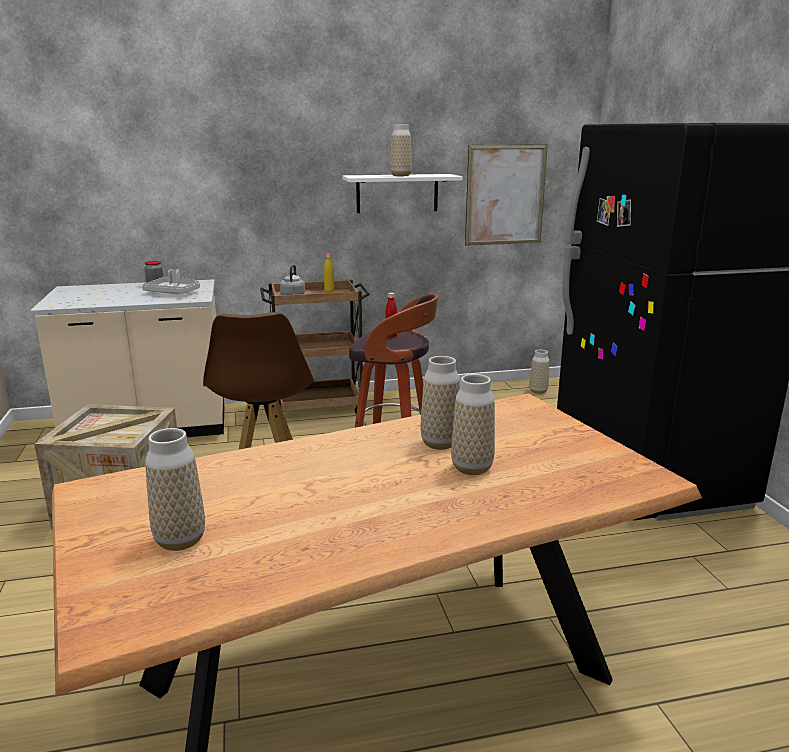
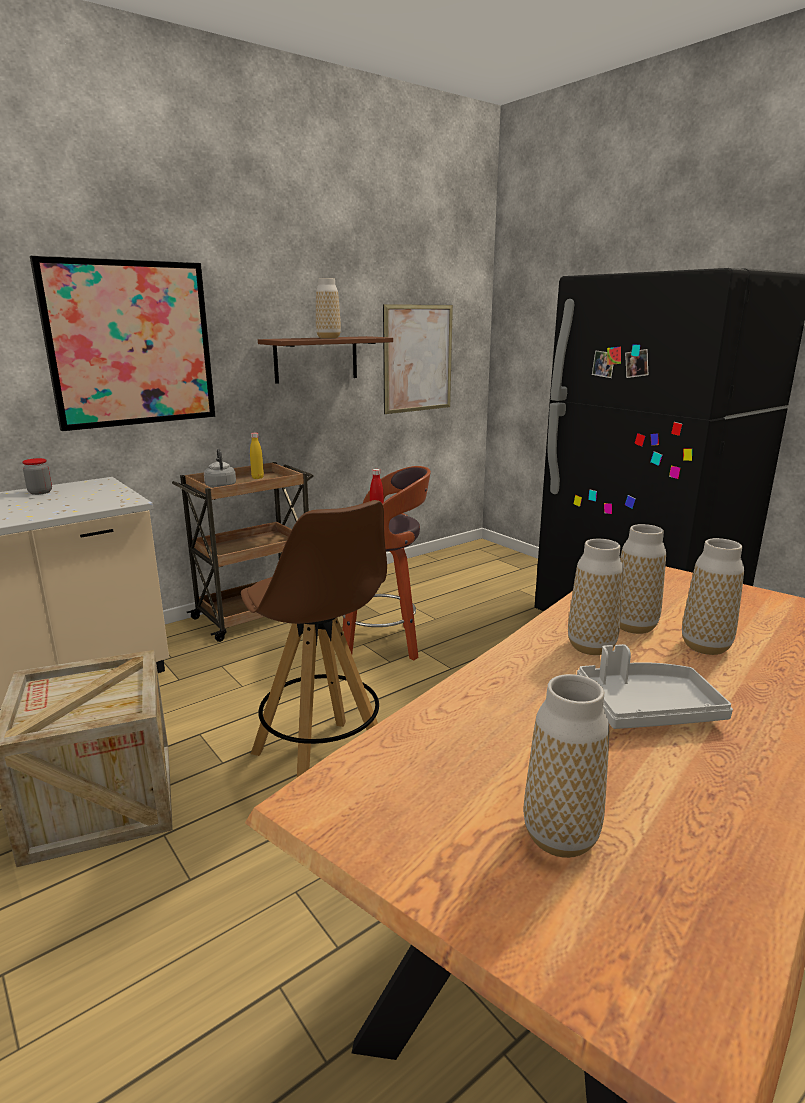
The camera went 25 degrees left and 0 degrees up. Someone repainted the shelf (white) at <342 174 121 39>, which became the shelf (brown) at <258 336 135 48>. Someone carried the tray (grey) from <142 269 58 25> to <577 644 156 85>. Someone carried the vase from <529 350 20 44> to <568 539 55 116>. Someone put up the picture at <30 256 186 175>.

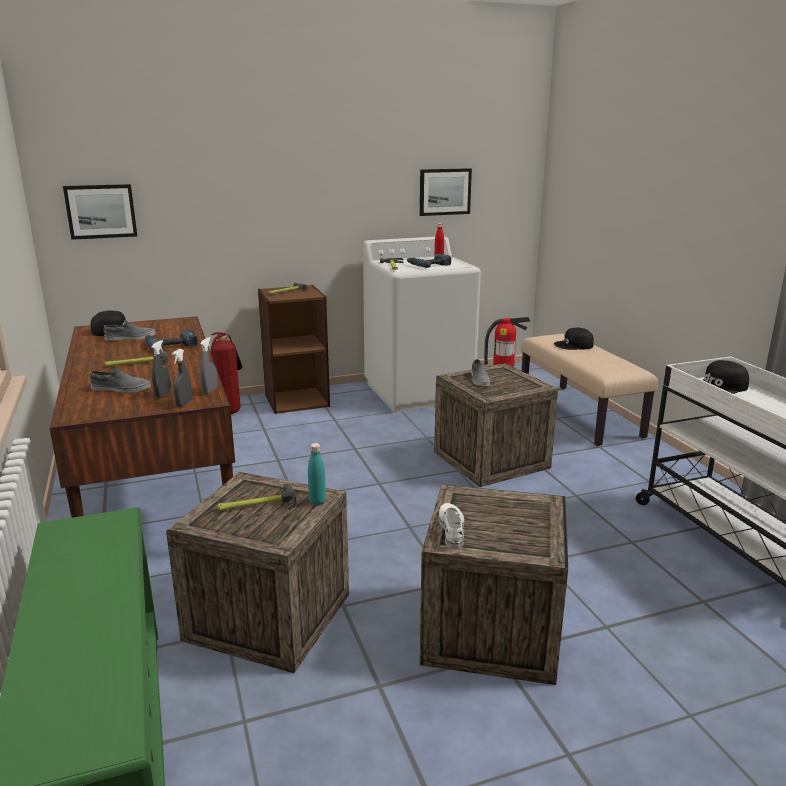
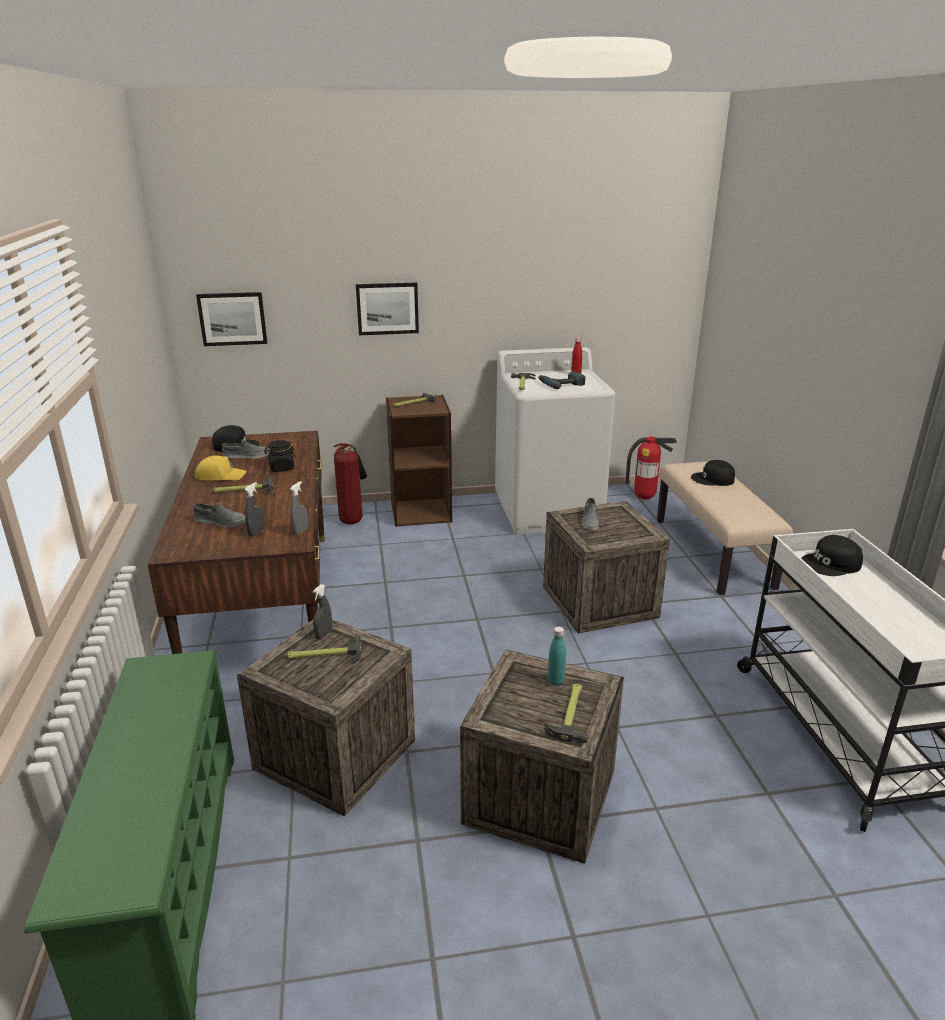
The camera went 10 degrees right and 5 degrees up. Someone carried the picture from <420 168 52 48> to <356 283 63 52>. Someone swapped the power drill at <145 330 53 20> for the jar (black) at <264 440 32 32>. Someone carried the spray bottle (grey) from <172 349 20 58> to <313 584 19 55>. Someone carried the bottle (turquoise) from <308 443 18 63> to <548 626 18 60>. Someone took away the shoe (white) at <439 503 25 46>. Someone put down the cap (yellow) at <195 456 52 25>. Someone put down the hammer at <544 684 44 59>.

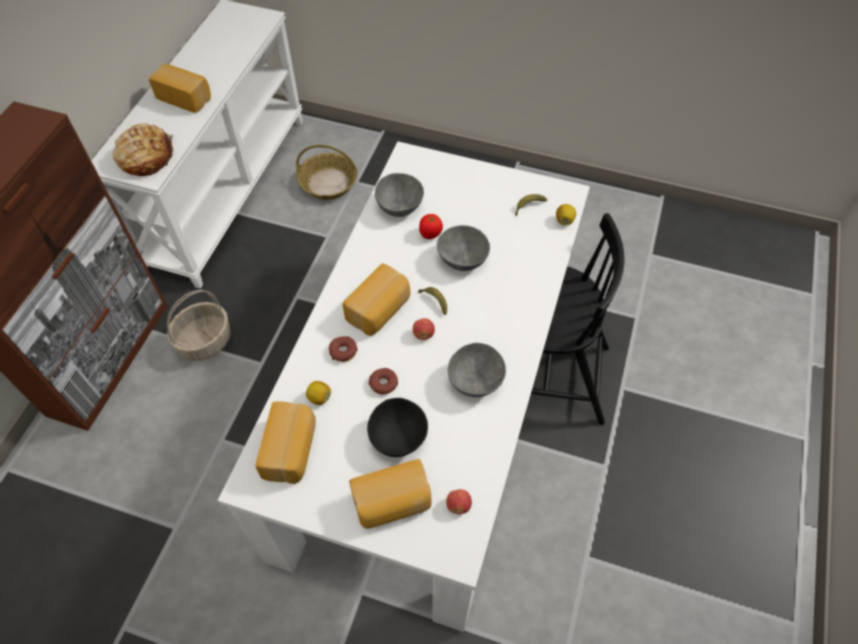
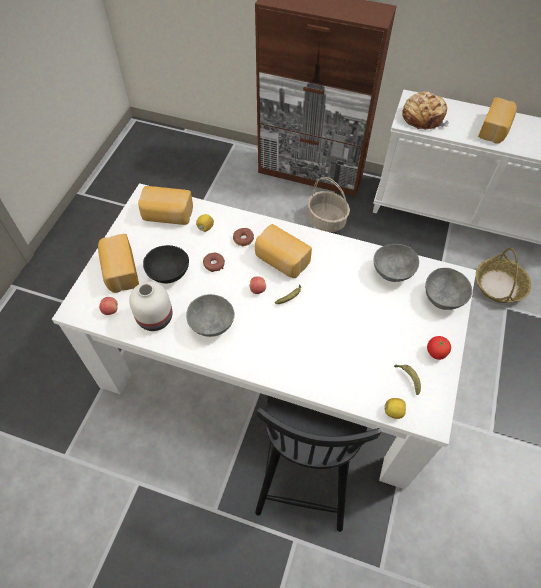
The camera went 90 degrees right and 0 degrees up. Someone carried the tomato from <419 214 24 25> to <427 336 24 24>. Someone carried the bowl (grey) from <437 225 53 46> to <425 268 47 42>. Someone put down the vase (white) at <129 282 43 49>.

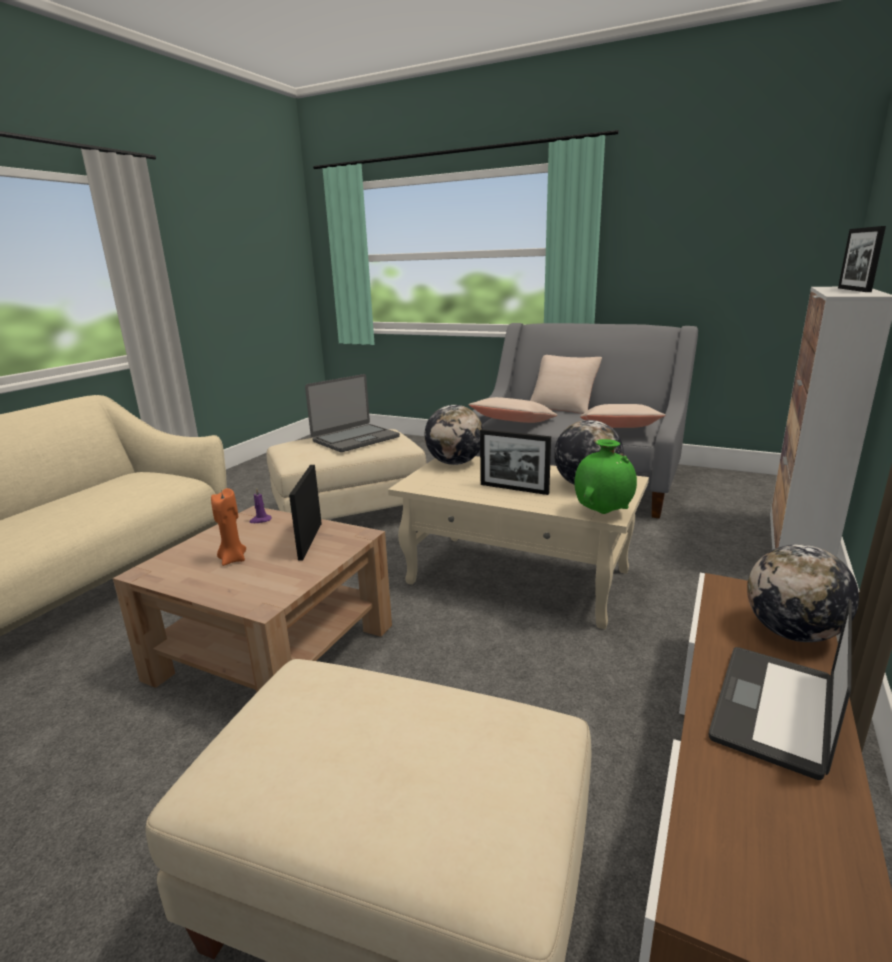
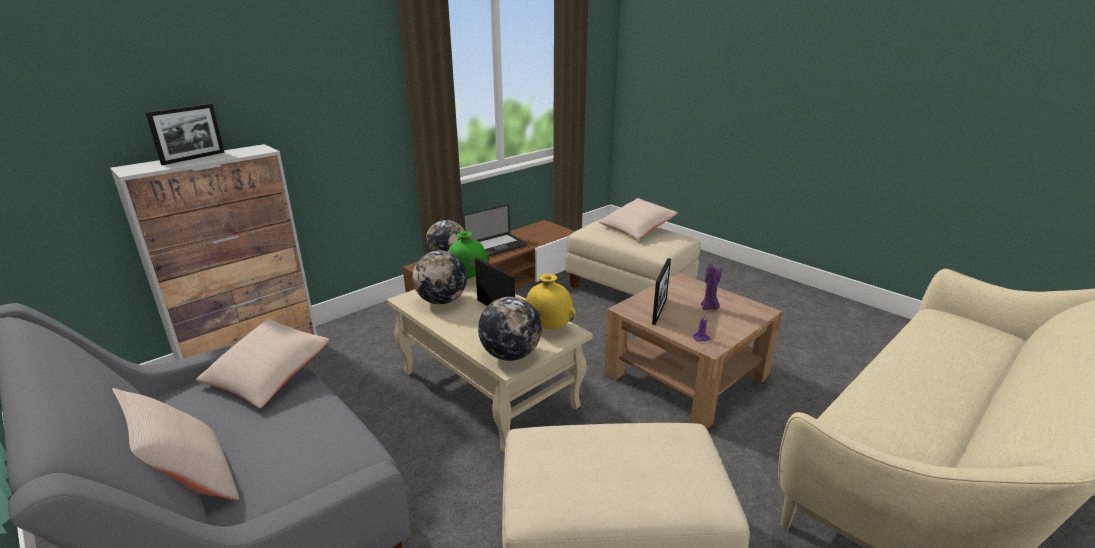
The camera went 160 degrees left and 5 degrees up. Someone took away the laptop at <305 374 95 78>. Someone carried the pillow (beige) from <469 397 89 26> to <599 198 79 41>. Someone repainted the candle (orange) at <211 488 35 78>, which became the candle (purple) at <701 264 21 46>. Someone put down the vase (yellow) at <525 274 51 55>.

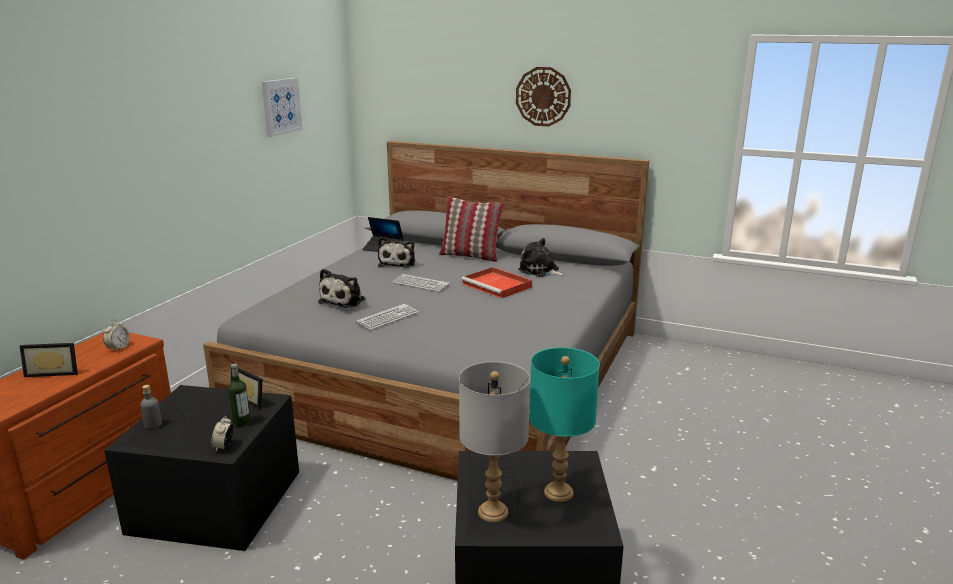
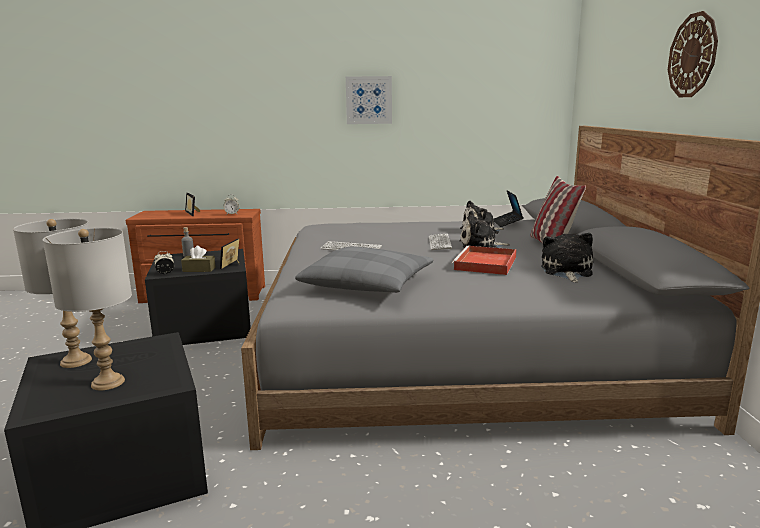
The camera went 65 degrees right and 5 degrees down. Someone carried the picture from <262 78 40 59> to <346 76 46 48>. Someone carried the plush toy from <318 269 48 39> to <459 211 51 37>. Someone repainted the table lamp (turquoise) at <529 347 71 155>, which became the table lamp (grey) at <43 228 89 162>. Someone swapped the bottle at <228 363 23 64> for the tissue box (brown) at <181 246 35 26>. Someone put down the pillow (grey) at <295 246 139 47>.

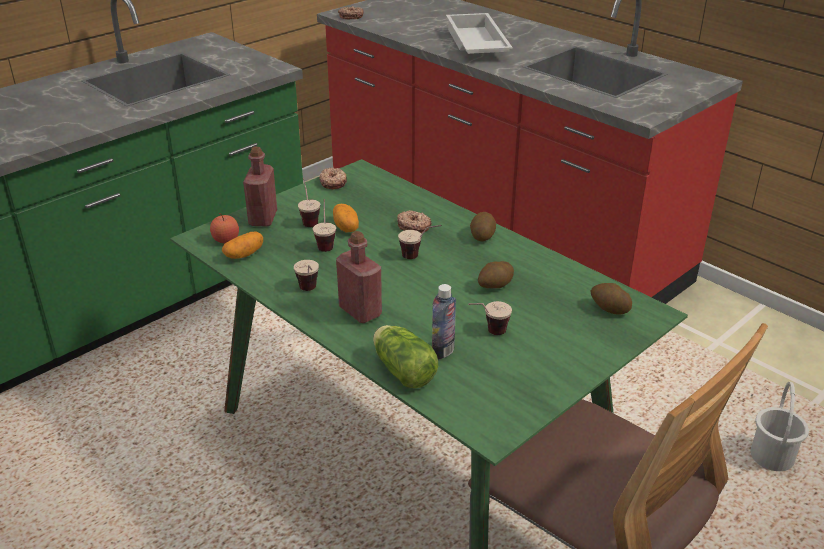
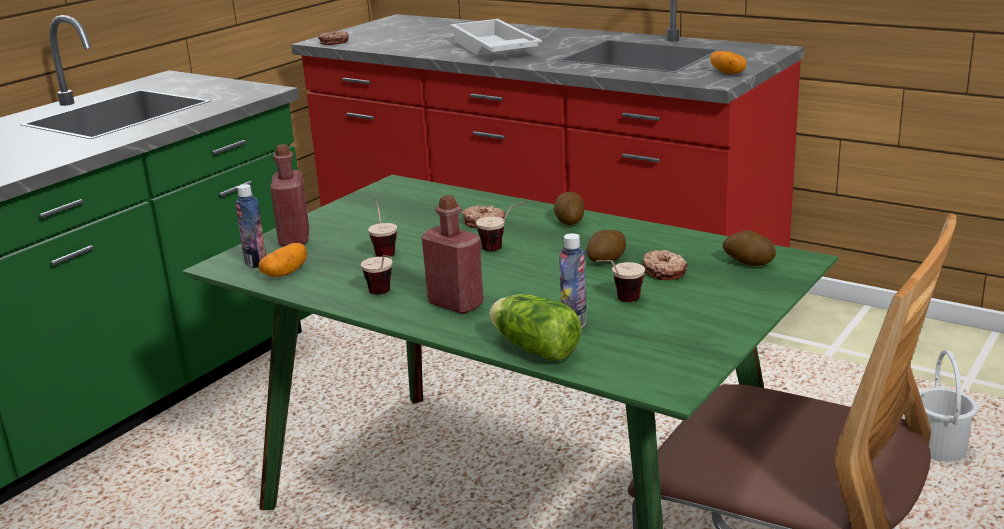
The camera went 10 degrees left and 10 degrees down. Someone carried the donut from <319 167 28 22> to <642 250 46 30>. Someone took away the cup at <298 178 22 49>. Someone carried the potato from <333 204 26 29> to <710 51 37 23>. Someone swapped the apple at <210 213 29 30> for the bottle at <235 184 31 84>.

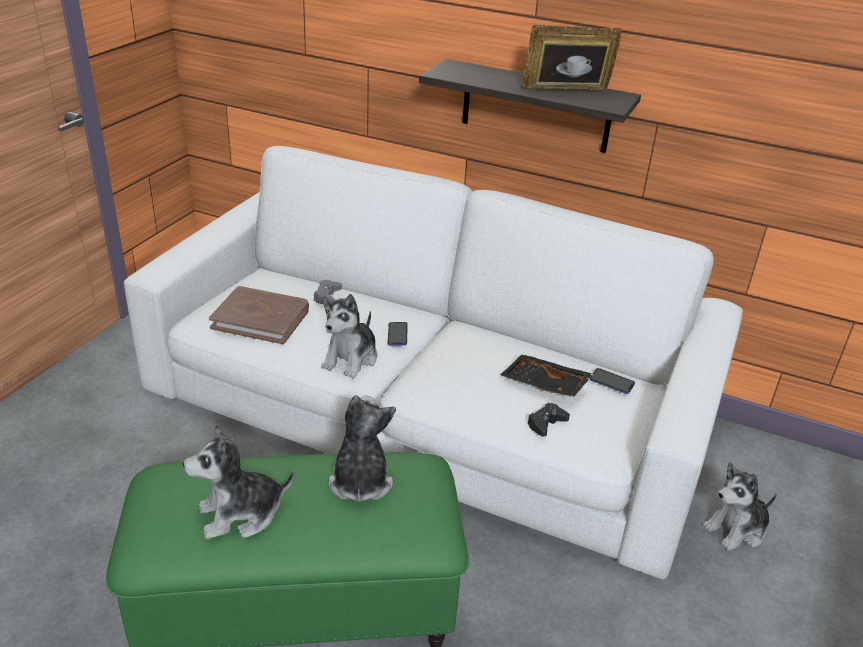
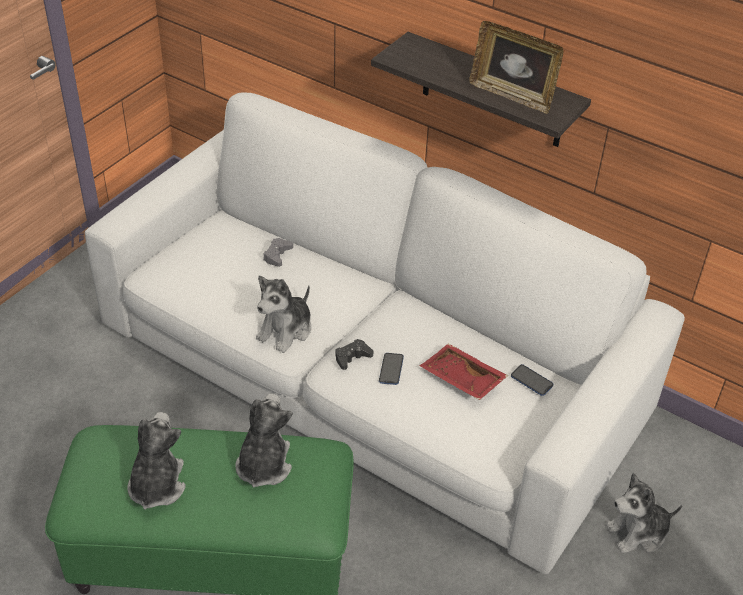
The camera went 10 degrees right and 10 degrees up. Someone rotated the picture frame at <521 25 101 66> by 150 degrees counterclockwise. Someone took away the book (brown) at <209 286 100 58>. Someone carried the phone from <388 322 20 24> to <379 353 25 32>. Someone repainted the tray (black) at <500 354 93 43>, which became the tray (red) at <419 344 89 56>. Someone carried the game controller (black) from <527 403 43 34> to <335 339 38 31>. Someone rotated the plush toy at <183 424 111 115> by 105 degrees clockwise.

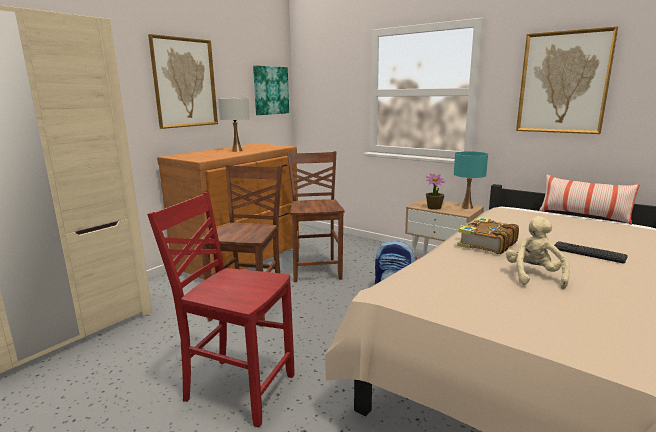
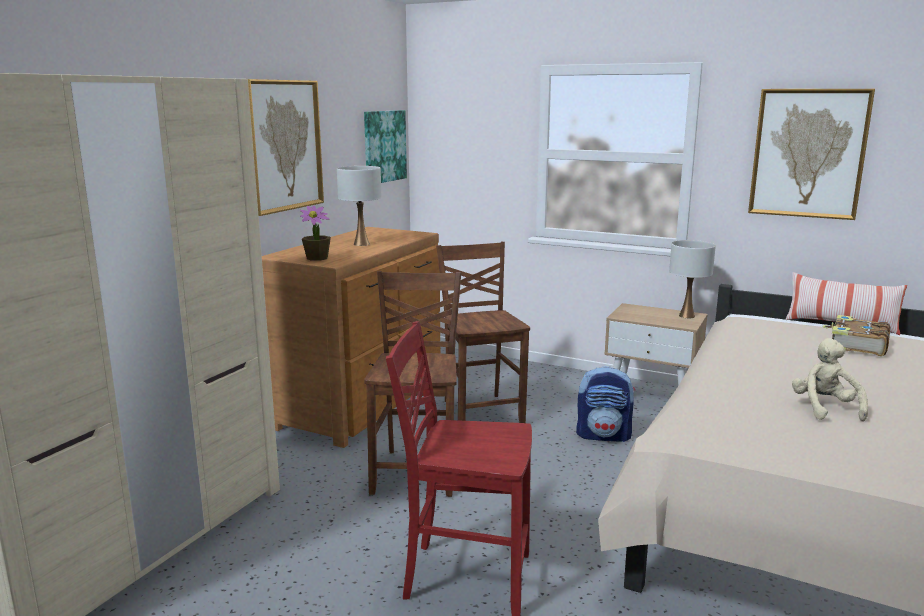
The camera went 10 degrees left and 0 degrees up. Someone repainted the table lamp (turquoise) at <454 151 34 58>, which became the table lamp (white) at <669 240 47 78>. Someone carried the potted plant from <426 173 19 37> to <300 206 31 55>. Someone carried the book from <457 217 62 37> to <822 315 68 41>. Someone took away the keyboard at <554 241 74 23>.

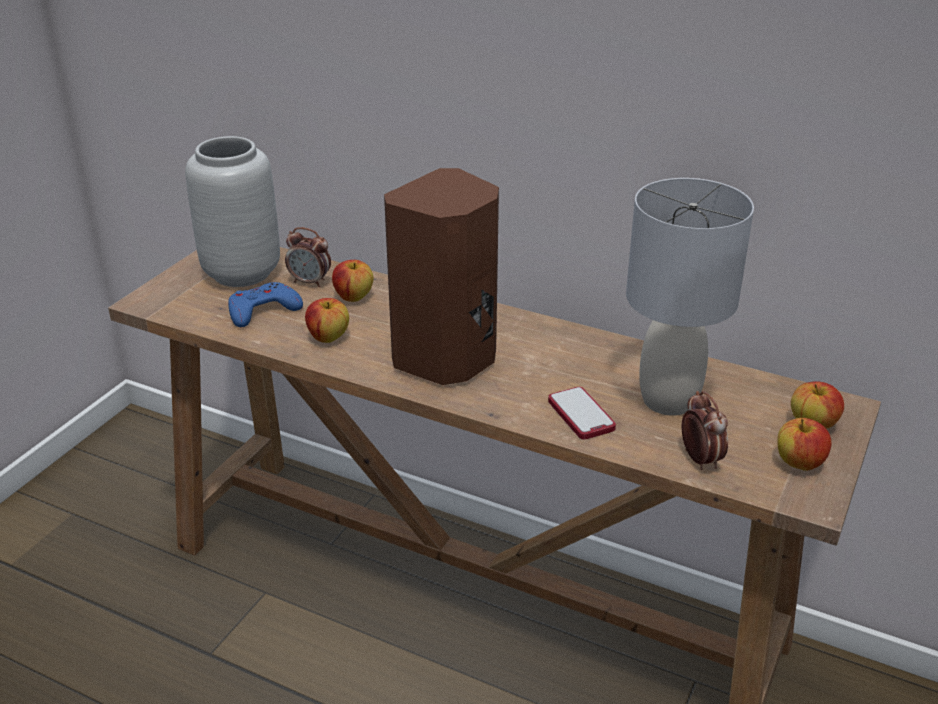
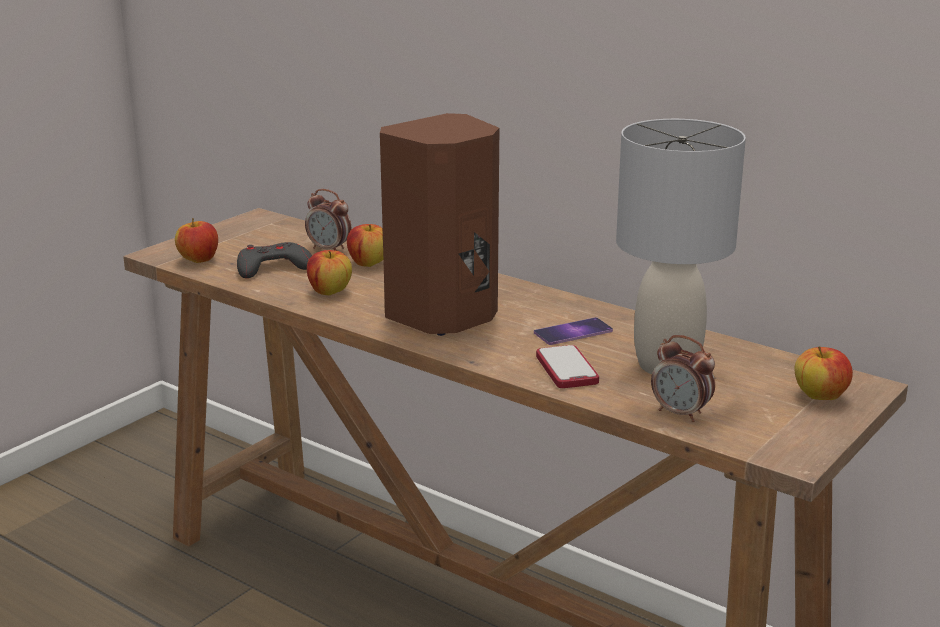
The camera went 10 degrees right and 10 degrees down. Someone took away the vase (grey) at <185 136 95 151>. Someone repainted the game controller (blue) at <228 282 75 45>, which became the game controller (grey) at <237 242 75 36>. Someone rotated the alarm clock at <682 391 46 79> by 135 degrees clockwise. Someone carried the apple from <777 418 55 53> to <175 218 43 45>. Someone put down the phone at <534 317 79 28>.

